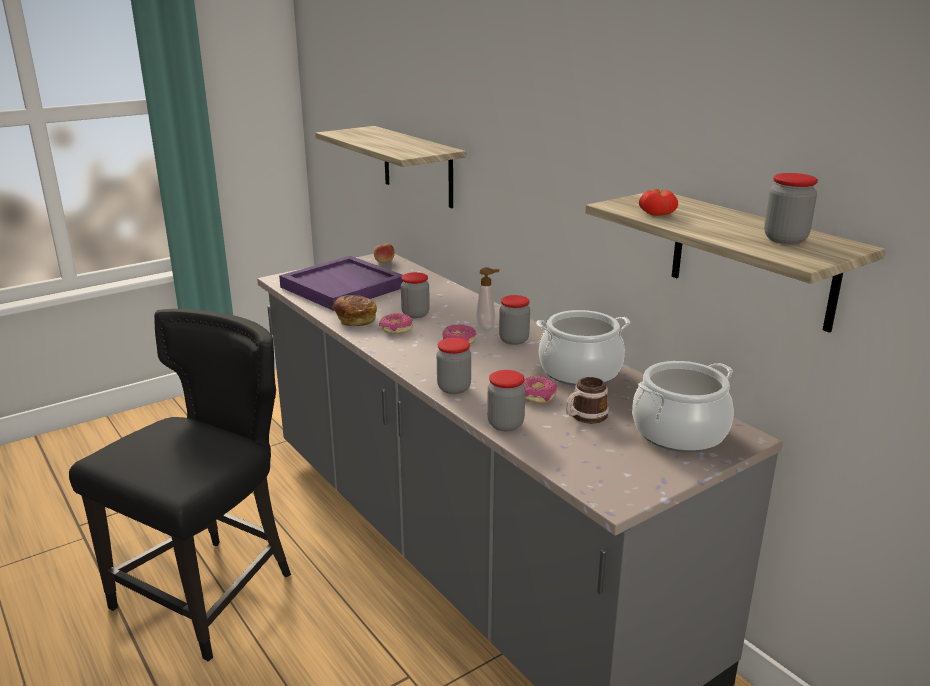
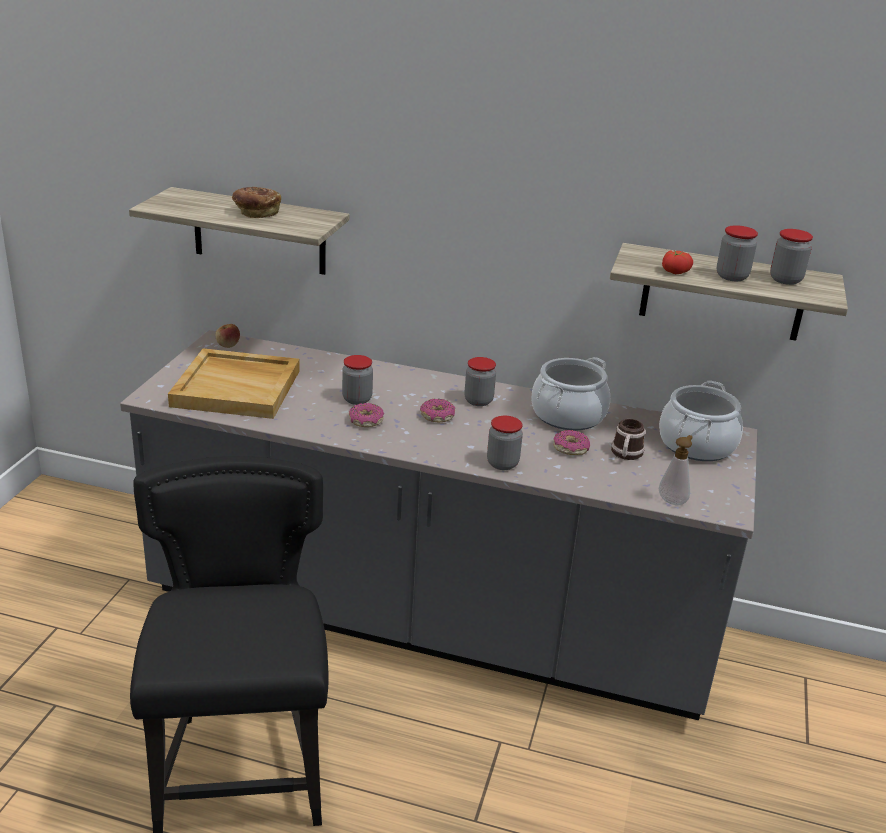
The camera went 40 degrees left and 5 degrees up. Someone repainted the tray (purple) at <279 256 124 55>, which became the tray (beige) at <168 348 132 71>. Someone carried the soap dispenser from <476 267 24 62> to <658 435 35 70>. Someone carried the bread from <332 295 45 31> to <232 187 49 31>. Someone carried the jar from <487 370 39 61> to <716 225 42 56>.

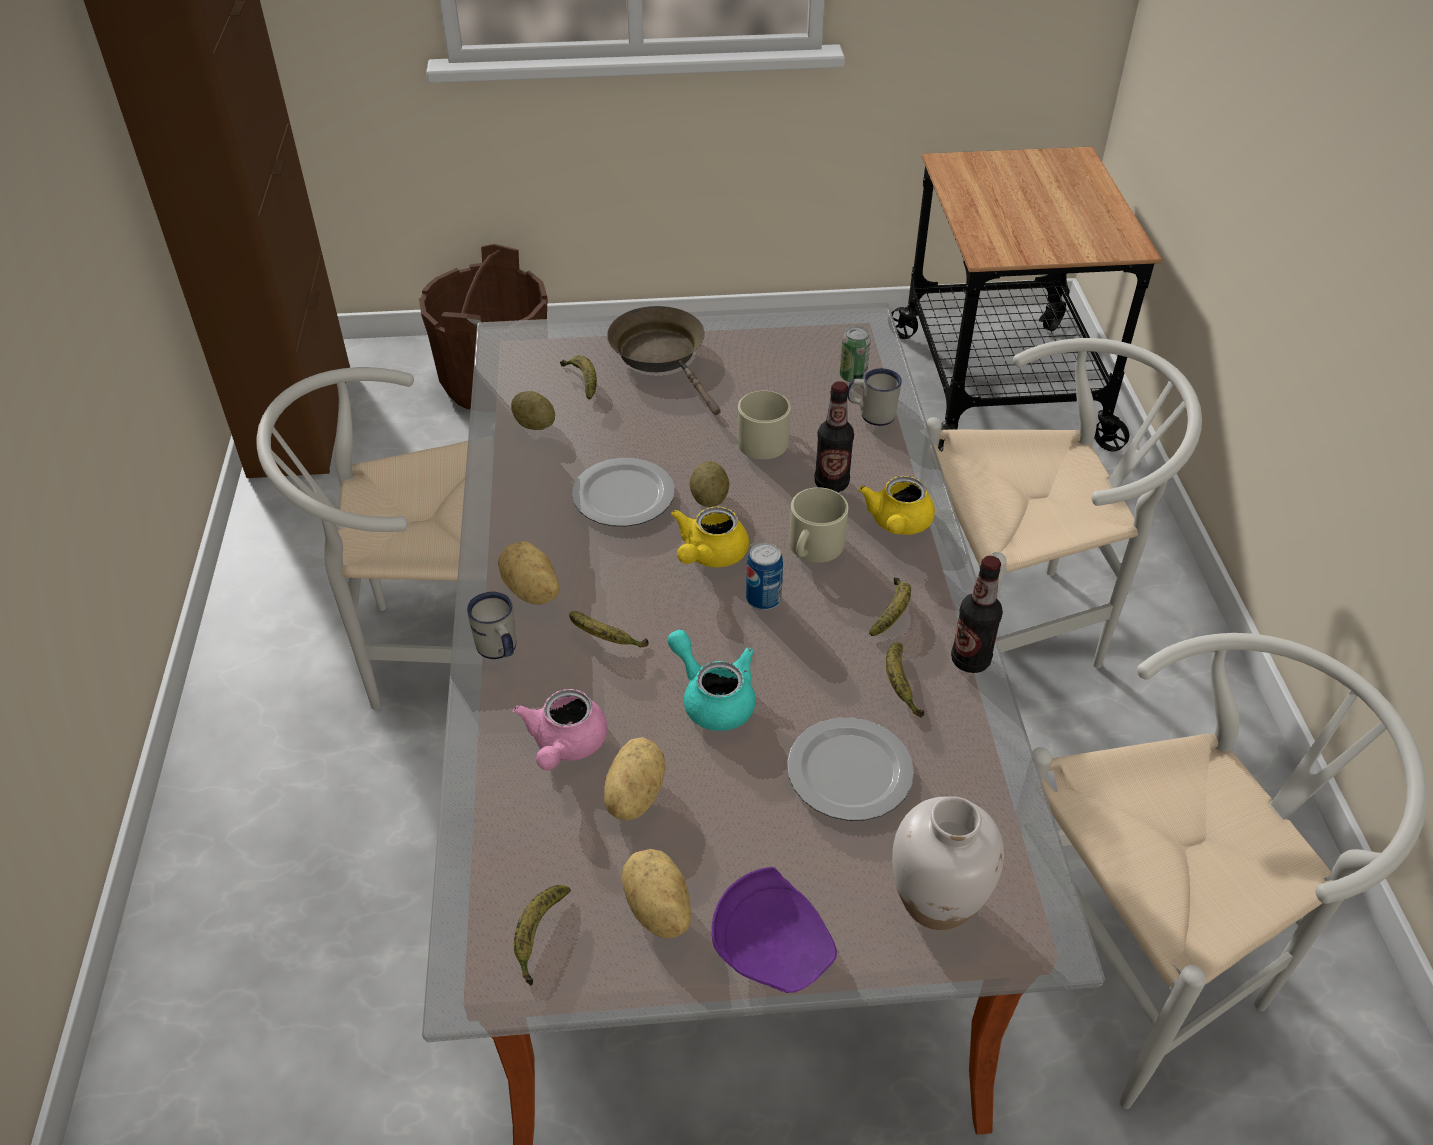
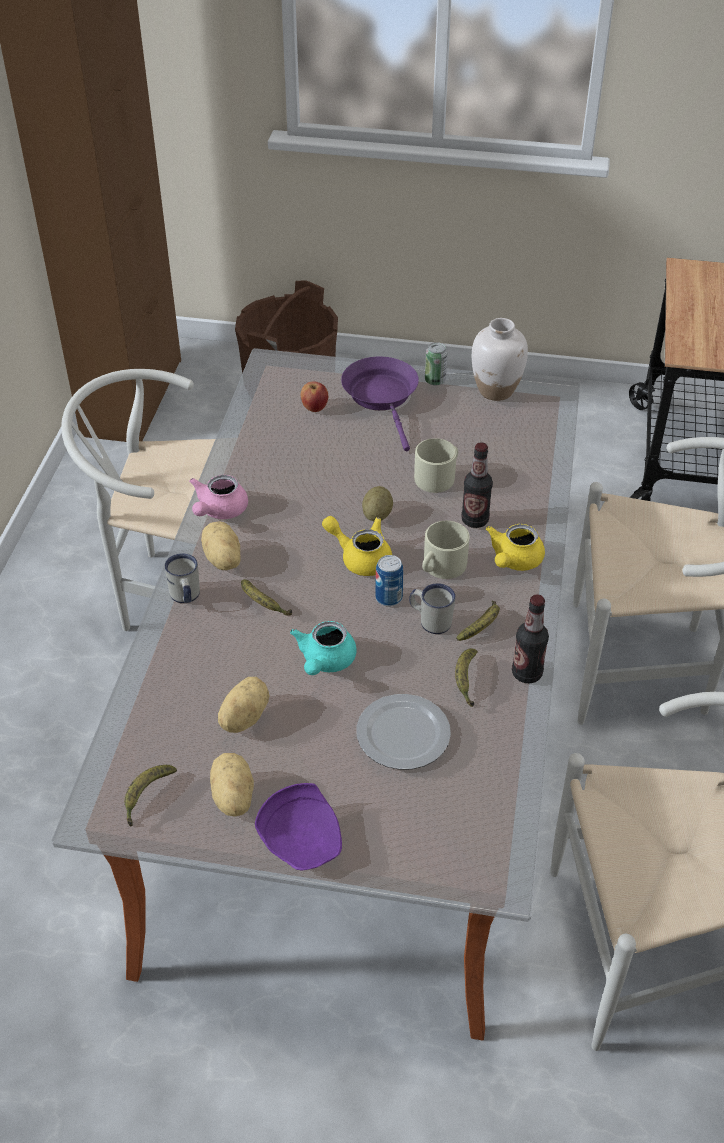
The camera went 15 degrees right and 0 degrees up. Someone repainted the frying pan (brown) at <607 306 114 109>, which became the frying pan (purple) at <341 357 78 94>. Someone carried the can from <840 326 31 56> to <425 342 22 44>. Someone swapped the banana at <560 355 37 45> for the apple at <301 381 27 31>. Someone carried the mug (white) from <847 368 55 58> to <409 583 46 51>. Someone took away the potato at <511 391 44 39>. Someone took away the plate at <572 458 103 68>. Someone rotated the teapot (yellow) at <671 506 78 61> by 75 degrees clockwise. Someone rotated the teapot (turquoise) at <667 630 89 101> by 135 degrees counterclockwise. Someone carried the teapot (pink) from <513 689 95 81> to <189 475 59 44>. Someone carried the vase (white) from <892 796 112 134> to <472 318 56 83>.

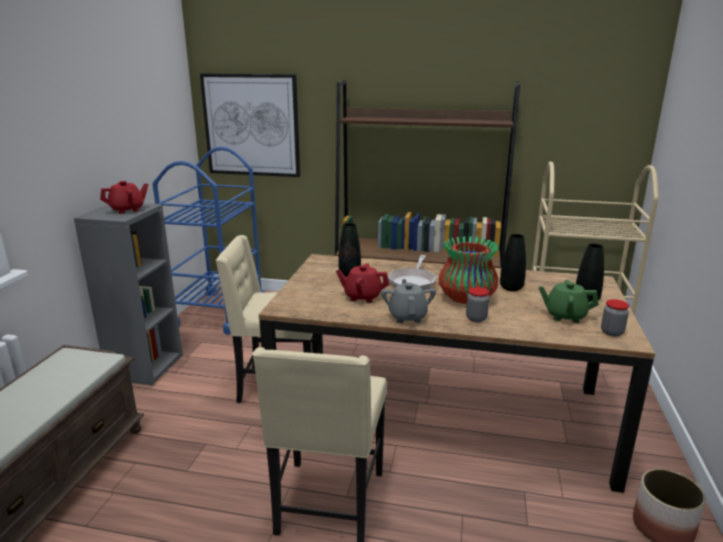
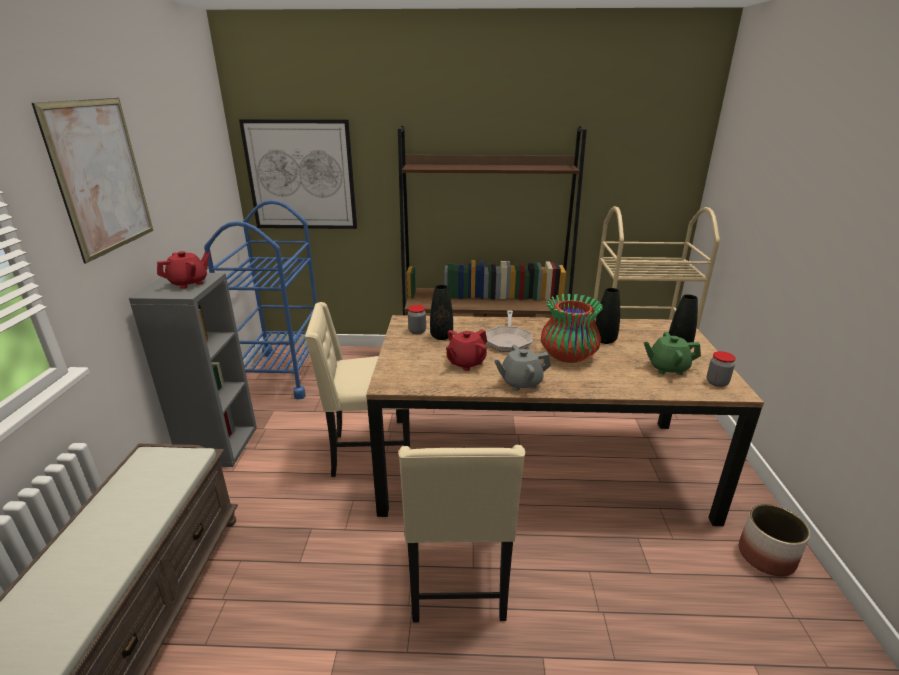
The camera went 10 degrees left and 5 degrees up. Someone rotated the teapot (red) at <336 263 54 40> by 45 degrees counterclockwise. Someone rotated the teapot (grey) at <381 279 55 44> by 90 degrees counterclockwise. Someone carried the jar from <466 287 23 35> to <408 305 18 29>. Someone put up the picture at <32 98 122 165>.

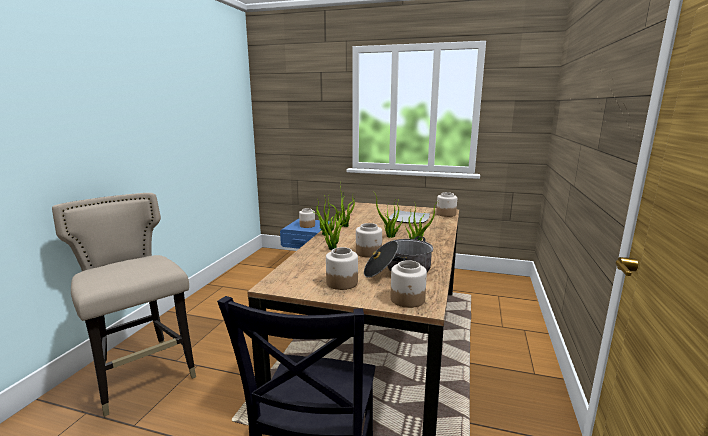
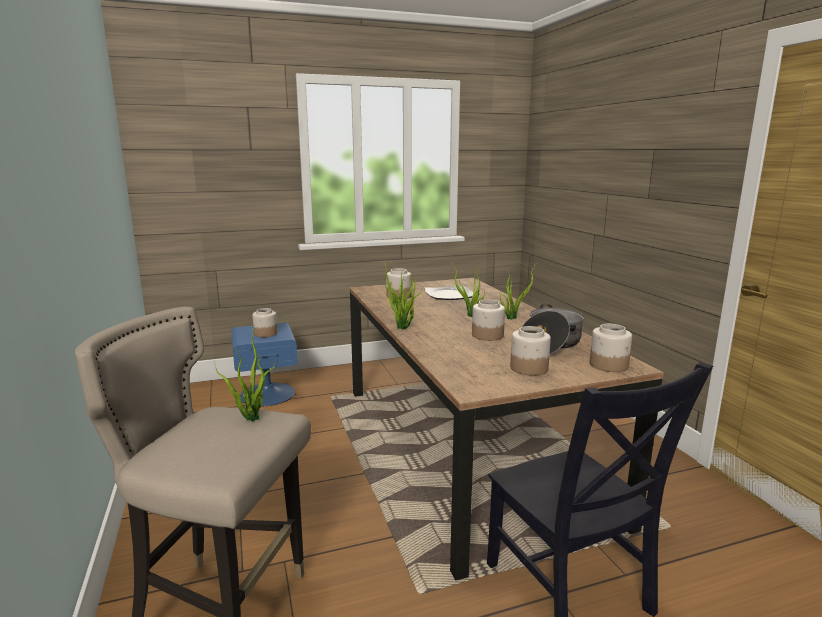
The camera went 35 degrees left and 0 degrees up. Someone carried the jar from <436 192 21 25> to <386 268 26 31>. Someone carried the potted plant from <318 197 31 53> to <215 327 61 94>.

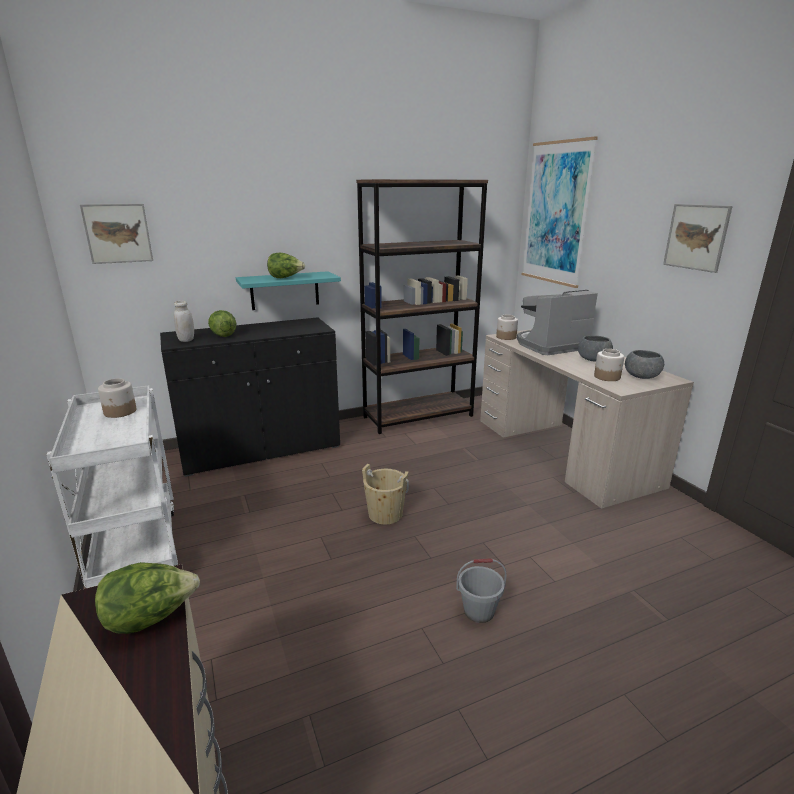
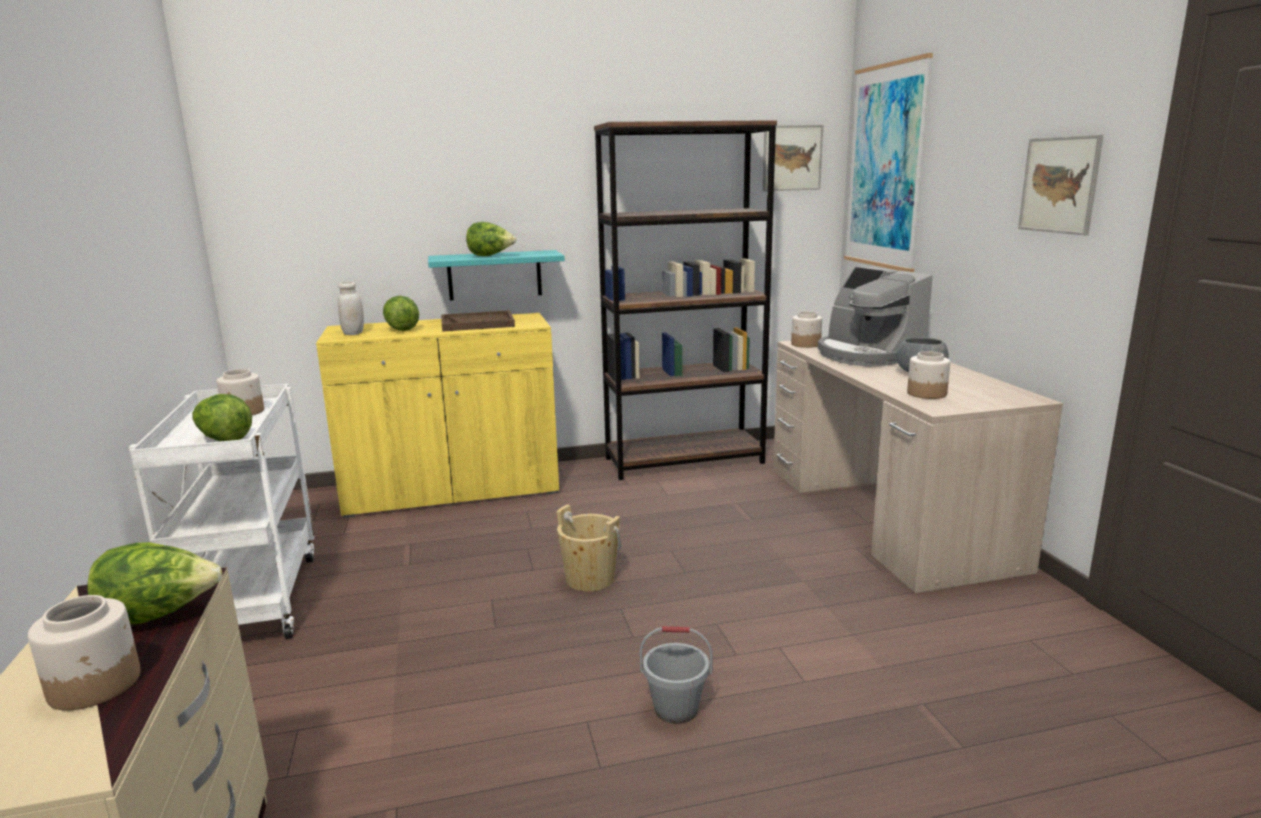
The camera went 10 degrees right and 5 degrees down. Someone carried the picture from <80 204 73 60> to <763 125 60 66>. Someone rotated the coffee machine at <517 290 81 65> by 105 degrees counterclockwise. Someone repainted the cabinet (black) at <160 317 180 160>, which became the cabinet (yellow) at <316 313 243 205>. Someone took away the bowl (grey) at <625 350 39 29>. Someone put down the tray (brown) at <441 310 74 22>. Someone put down the lettuce at <192 394 60 47>. Someone put down the jar at <28 595 113 116>.

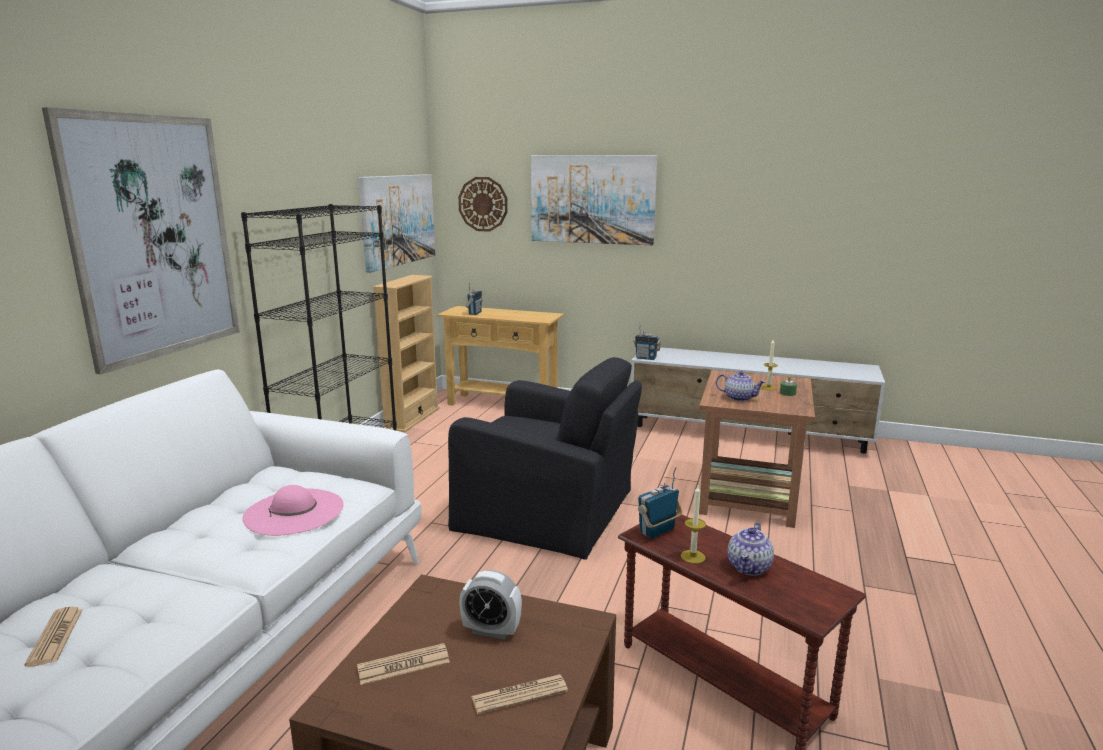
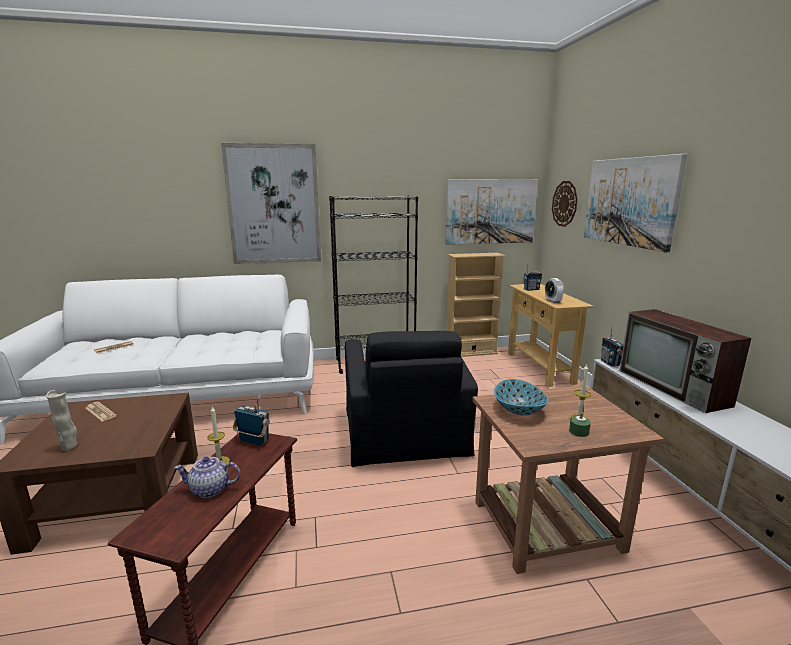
The camera went 60 degrees right and 0 degrees up. Someone swapped the teapot at <716 371 50 30> for the bowl at <494 379 54 37>. Someone took away the hat (pink) at <243 485 101 51>. Someone carried the alarm clock from <459 570 63 70> to <545 278 19 25>. Someone swapped the newspaper at <471 674 97 40> for the vase (beige) at <46 390 31 61>. Someone put down the television at <619 309 132 104>.

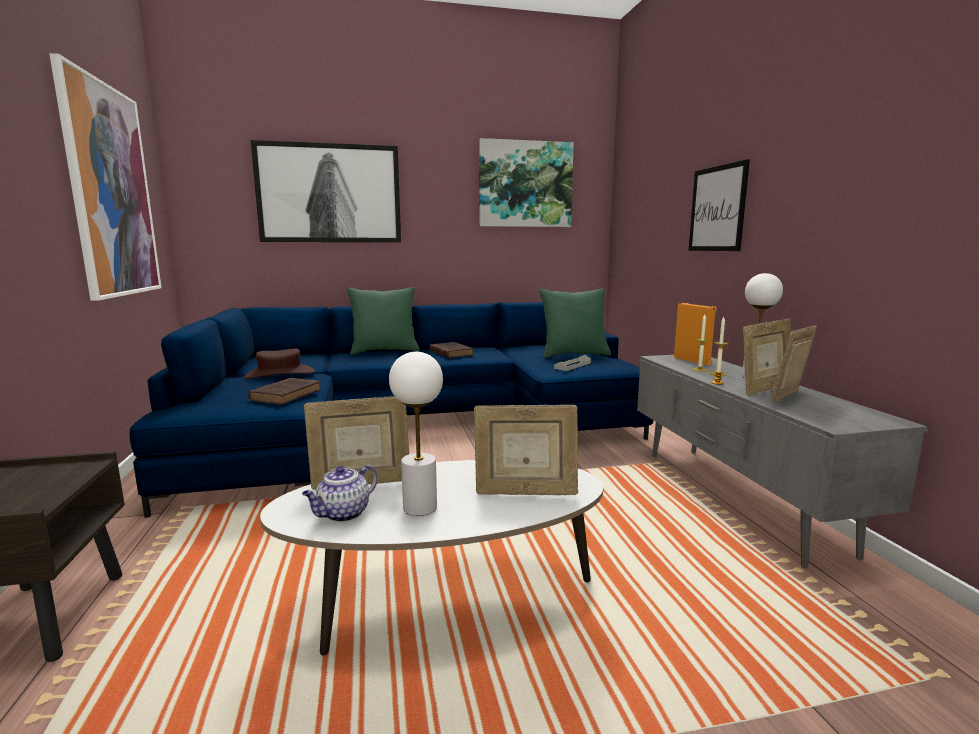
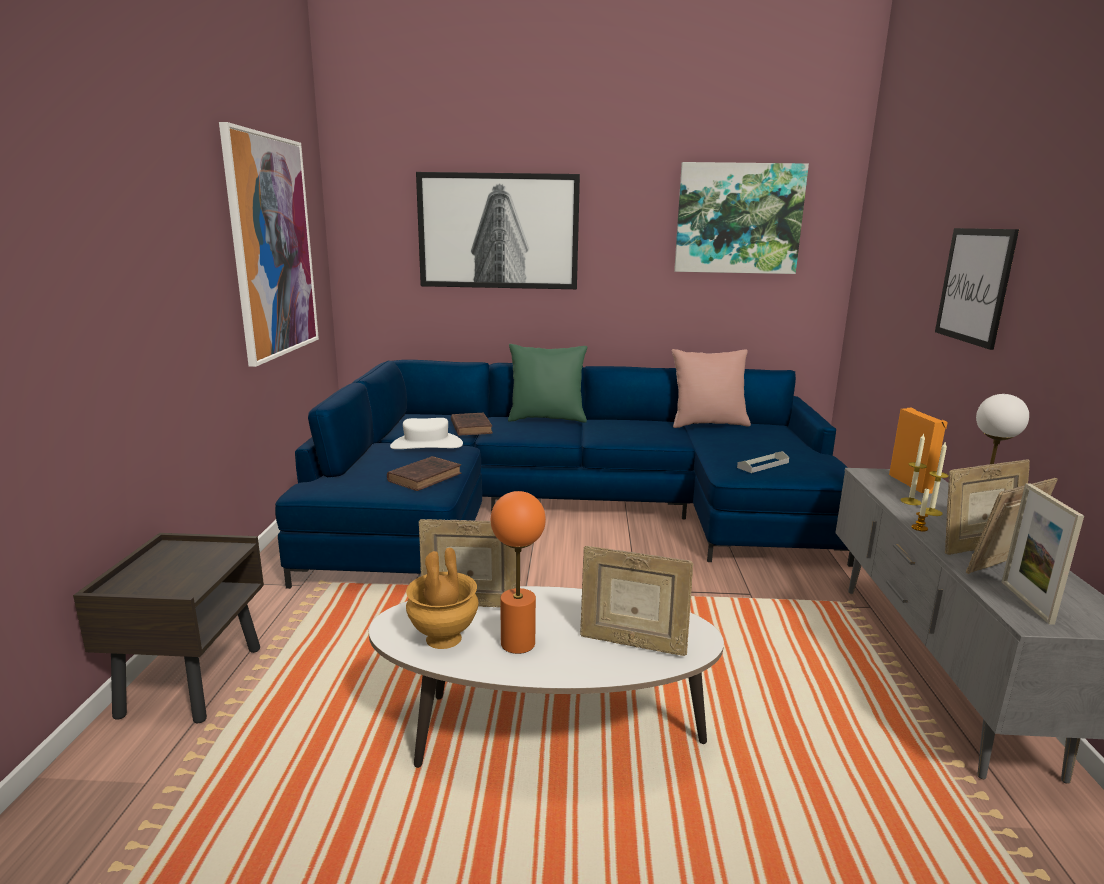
The camera went 15 degrees right and 5 degrees up. Someone took away the pillow (green) at <539 289 72 69>. Someone carried the book (brown) from <430 342 44 16> to <451 413 42 23>. Someone repainted the hat (brown) at <244 349 71 30>, which became the hat (white) at <390 418 73 31>. Someone repainted the table lamp (white) at <389 352 54 164>, which became the table lamp (orange) at <491 491 55 163>. Someone swapped the teapot at <302 465 75 57> for the vase (brown) at <406 548 73 101>. Someone put down the pillow (pink) at <672 349 79 79>. Someone put down the picture frame at <1002 483 82 142>.

